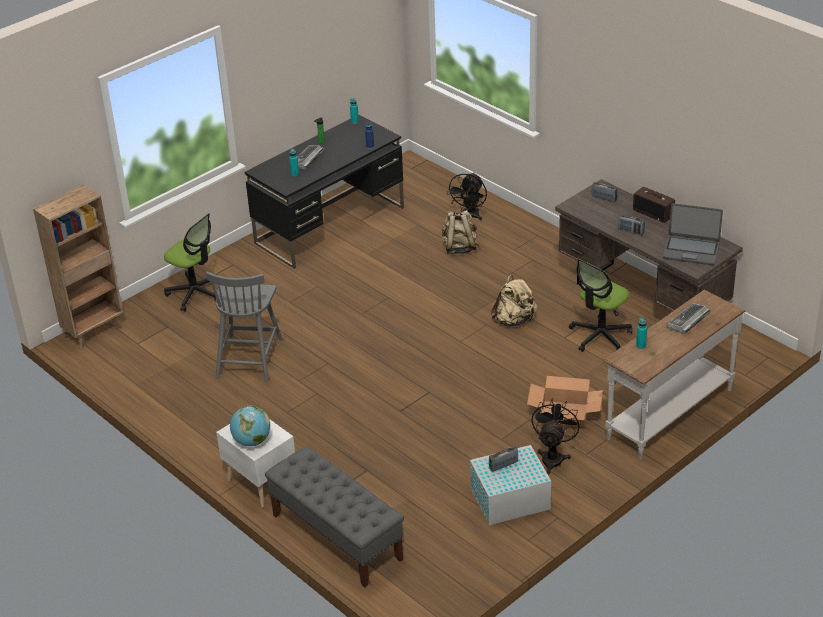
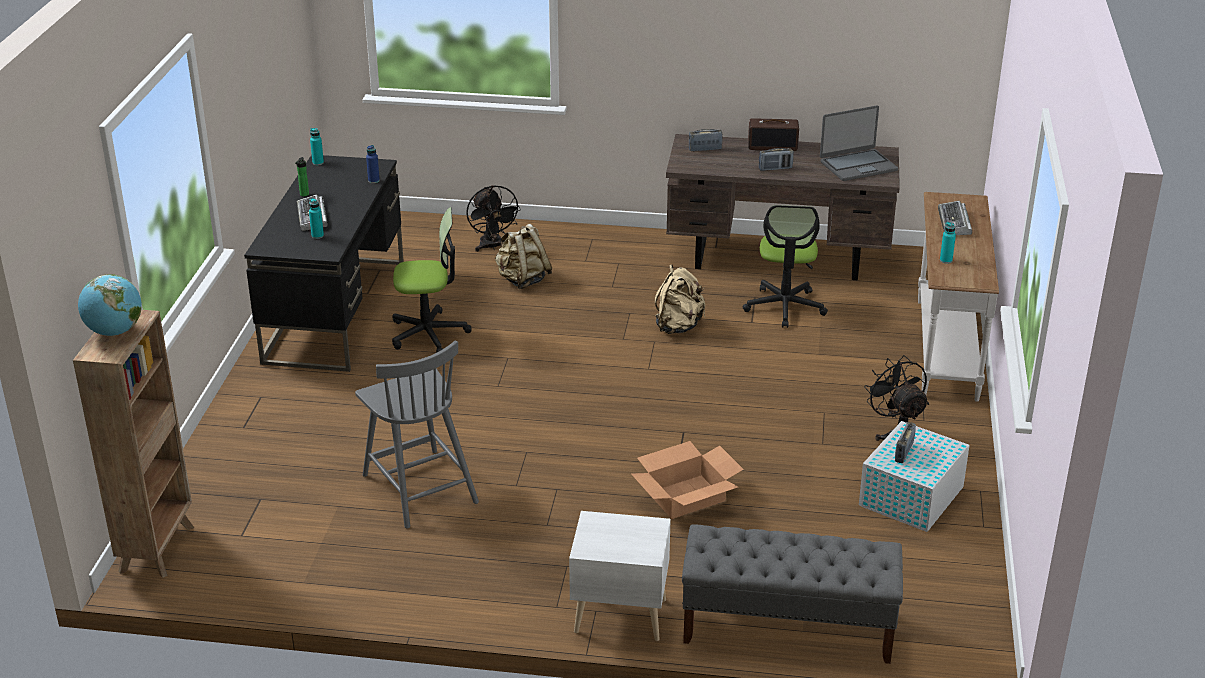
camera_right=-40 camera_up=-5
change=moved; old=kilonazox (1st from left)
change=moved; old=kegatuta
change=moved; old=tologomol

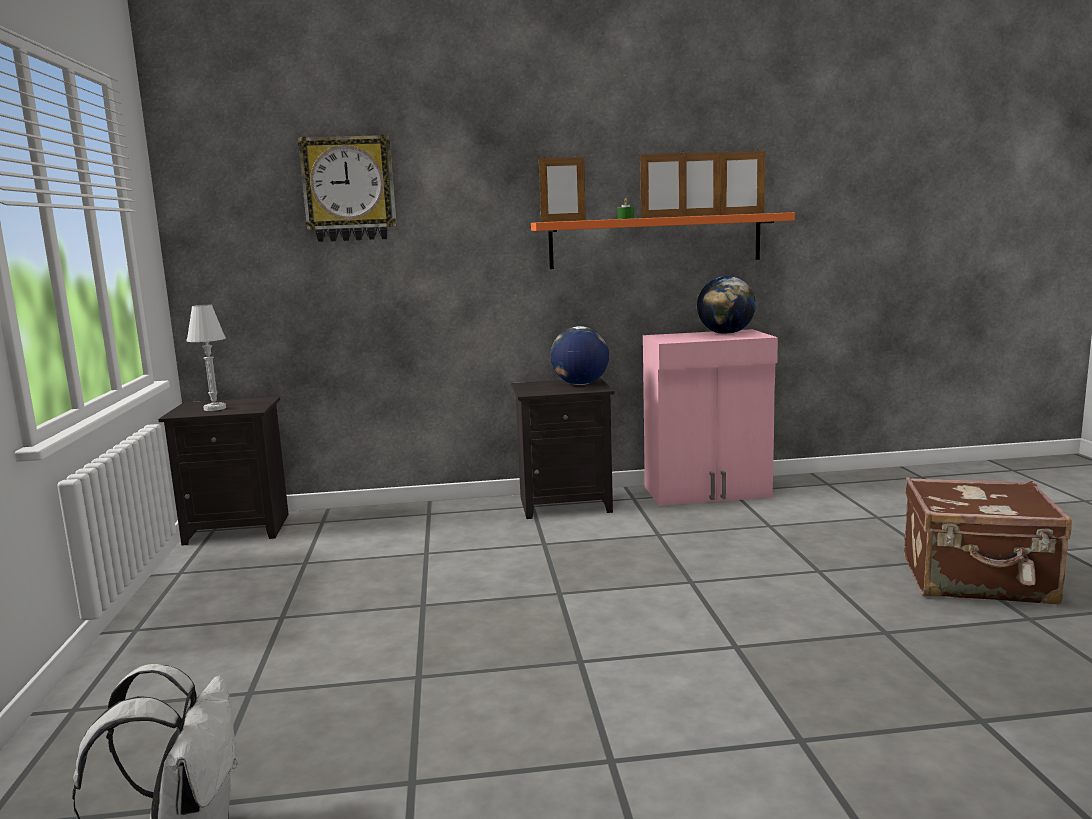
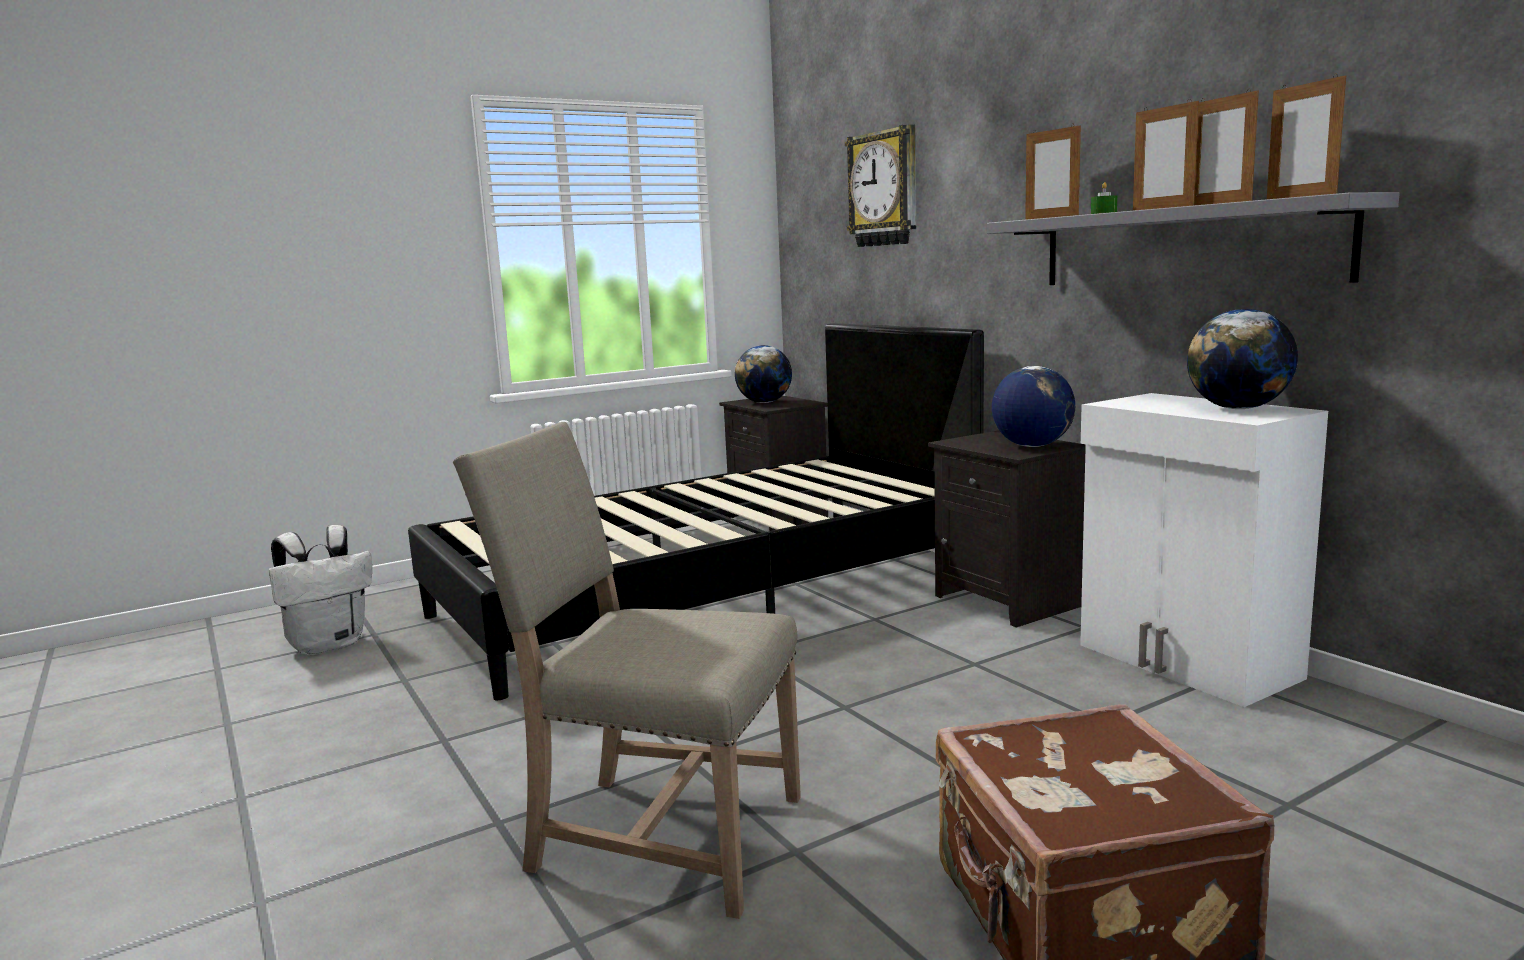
camera_right=65 camera_up=0
change=recoloured; old=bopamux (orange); new=bopamux (grey)
change=replaced; old=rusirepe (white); new=tologomol (1st from left)
change=recoloured; old=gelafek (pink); new=gelafek (white)
change=added; new=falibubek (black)
change=added; new=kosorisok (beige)

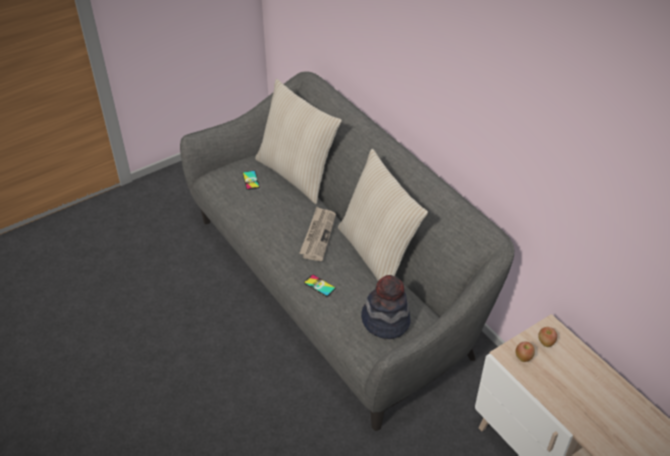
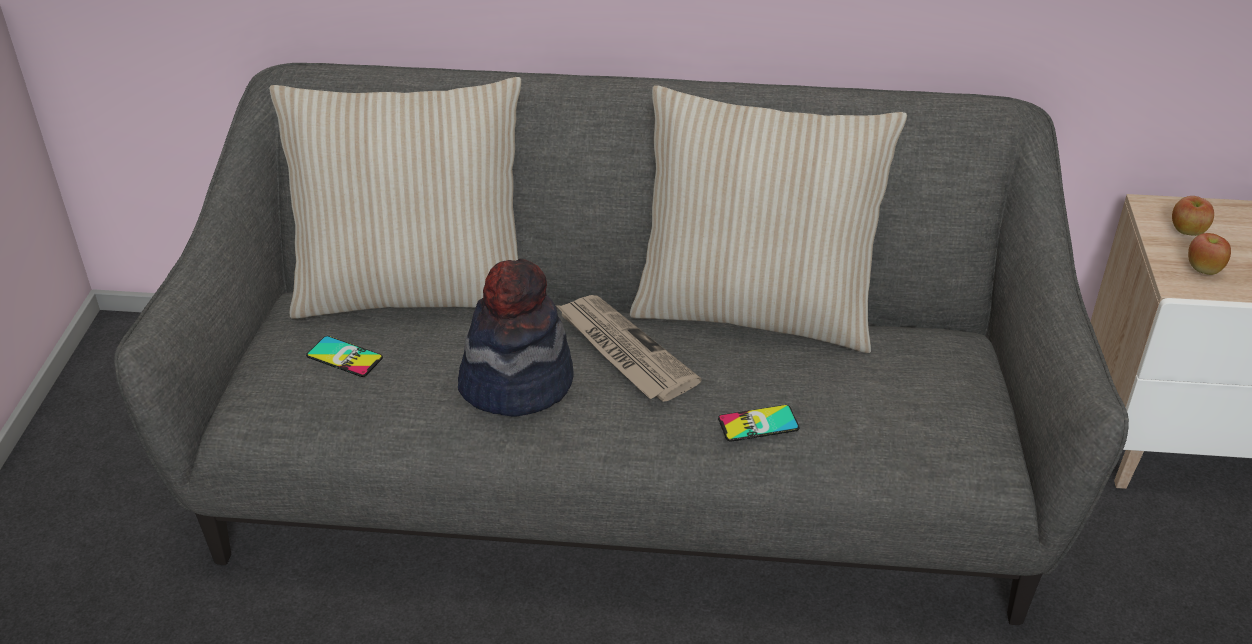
camera_right=-50 camera_up=-5
change=moved; old=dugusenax

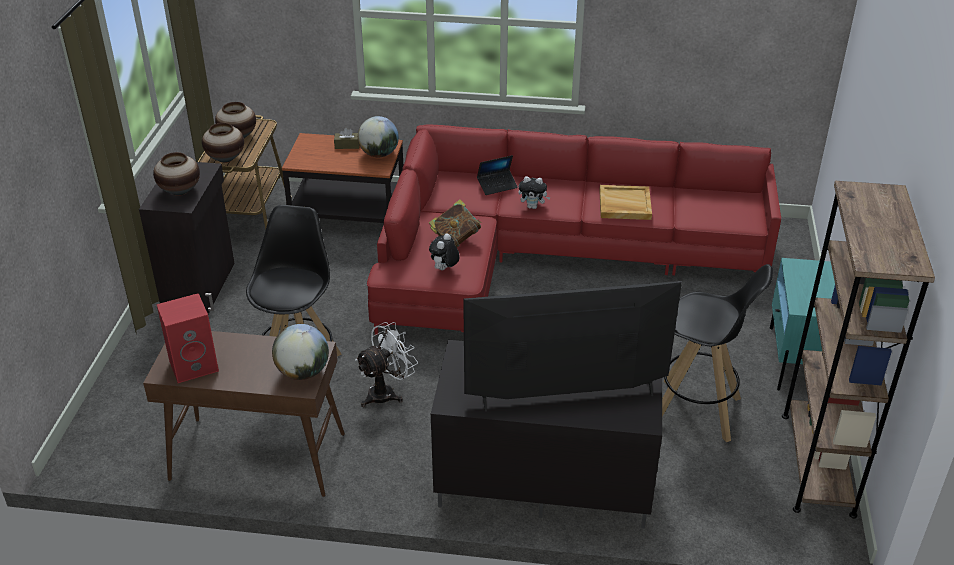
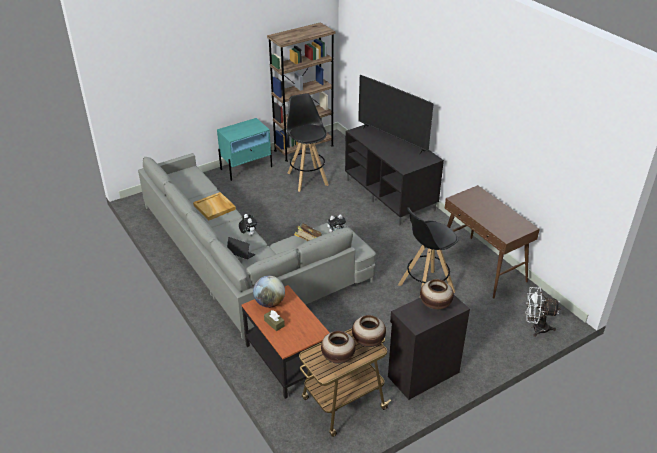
camera_right=-130 camera_up=0
change=recoloured; old=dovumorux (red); new=dovumorux (grey)
change=removed; old=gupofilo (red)
change=moved; old=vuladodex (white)
change=removed; old=tologomol (1st from left)

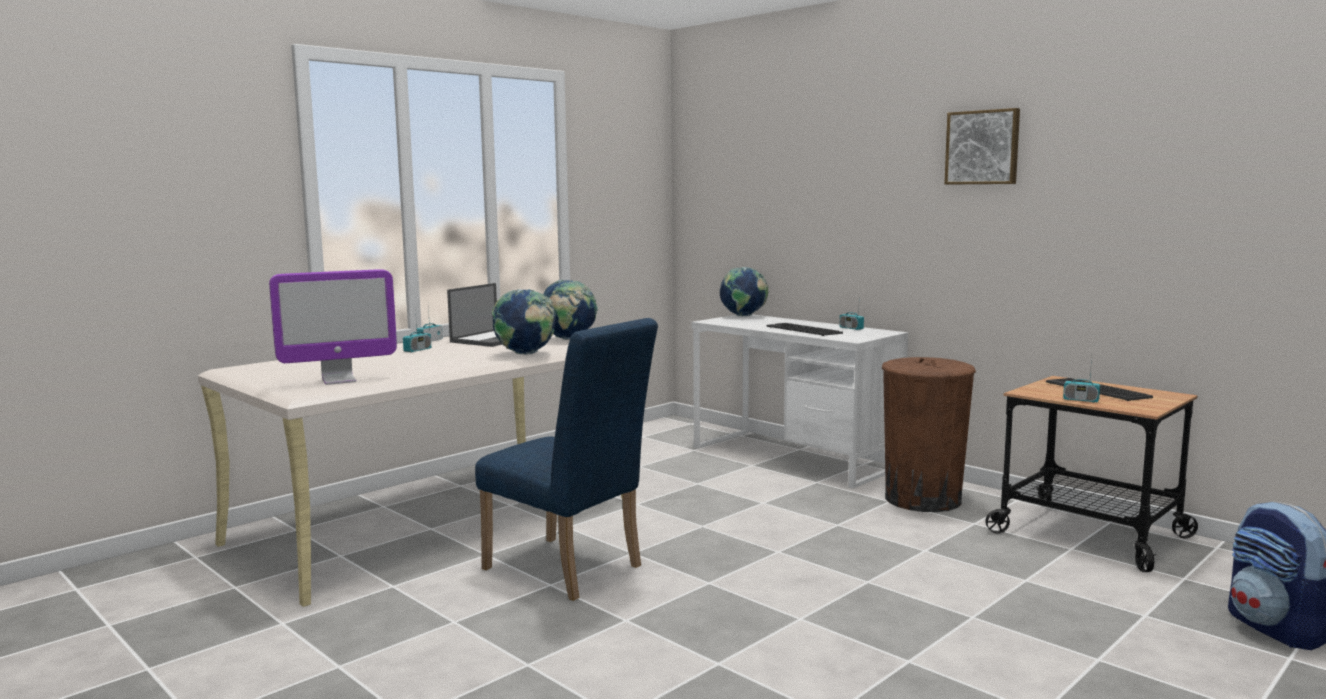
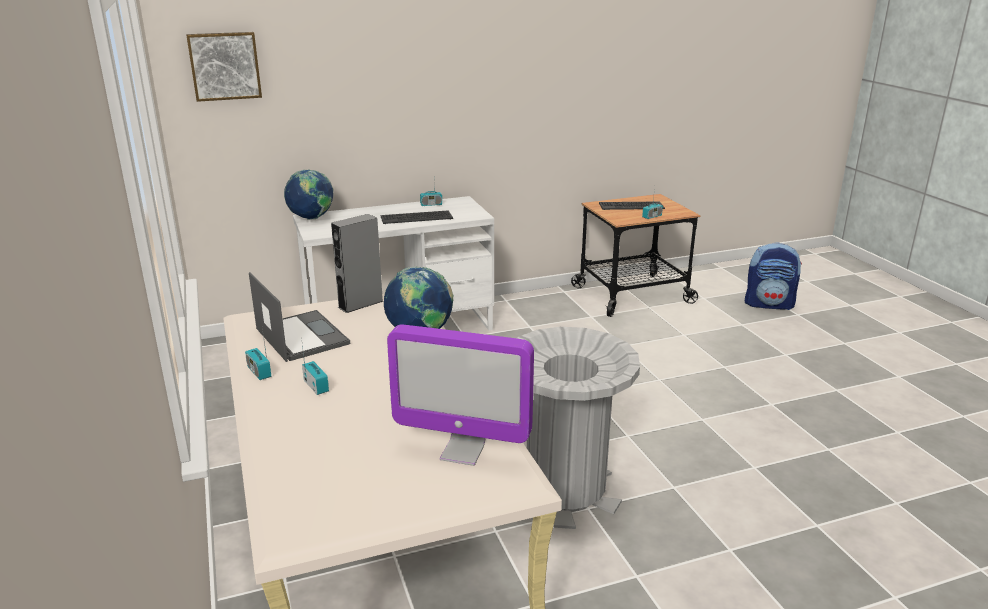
camera_right=-65 camera_up=15
change=moved; old=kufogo
change=turned; old=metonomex; degrees=105
change=replaced; old=tologomol (2nd from left); new=gupofilo (grey)
change=replaced; old=kosorisok (blue); new=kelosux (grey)
change=removed; old=kelosux (brown)

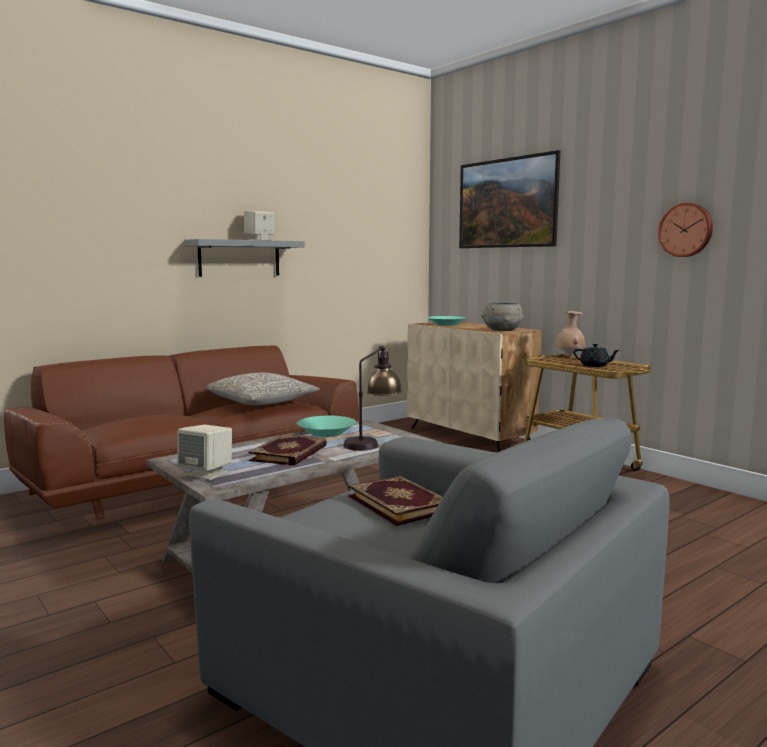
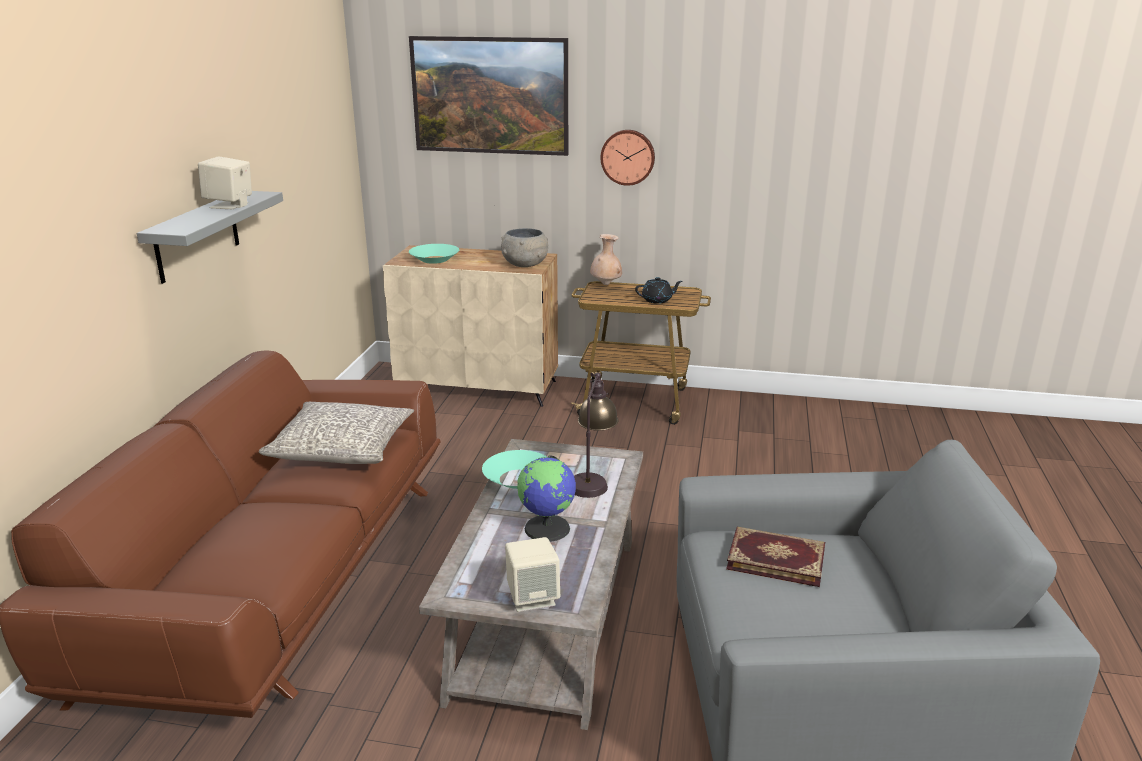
camera_right=-40 camera_up=15
change=moved; old=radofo
change=replaced; old=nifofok (1st from left); new=tologomol

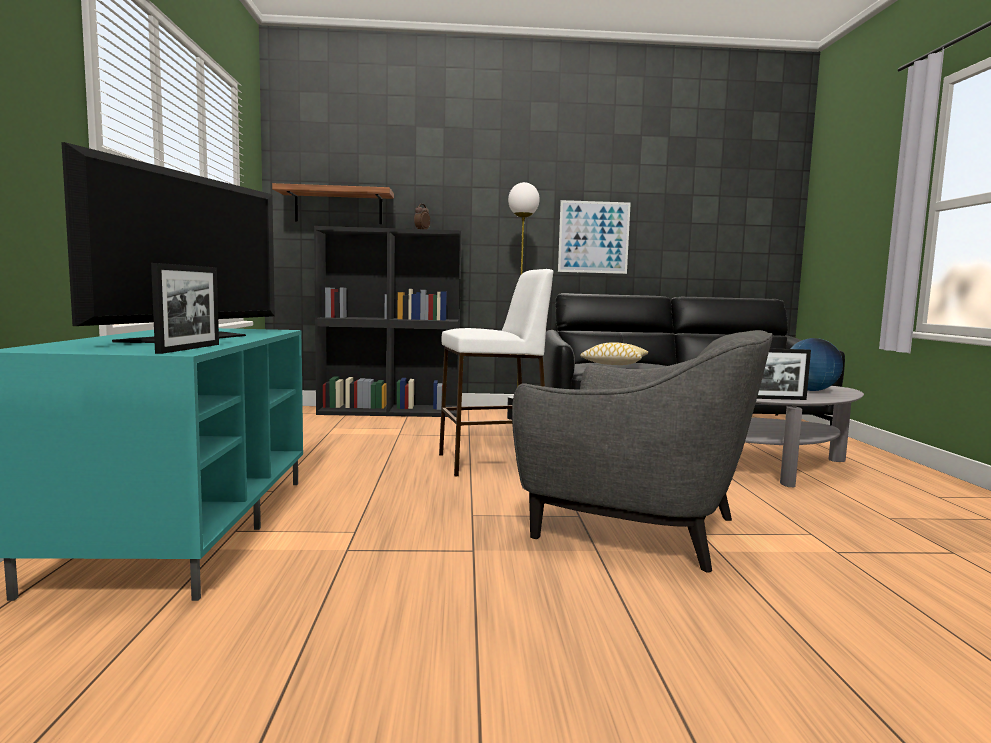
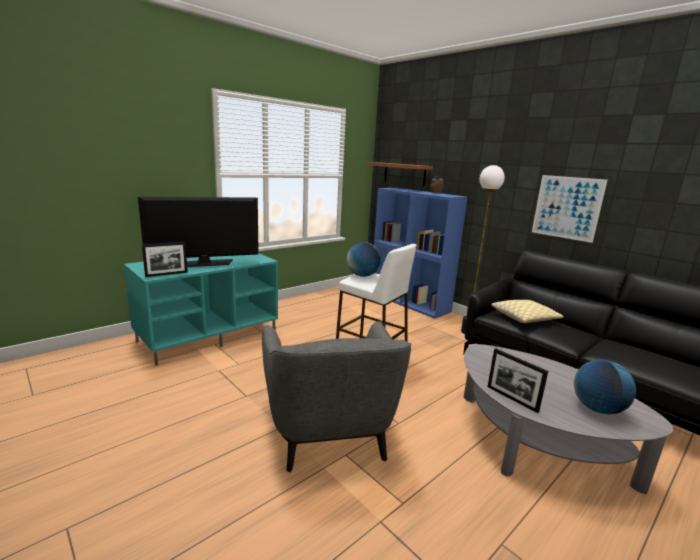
camera_right=50 camera_up=10
change=recoloured; old=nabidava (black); new=nabidava (blue)
change=added; new=tologomol (1st from left)

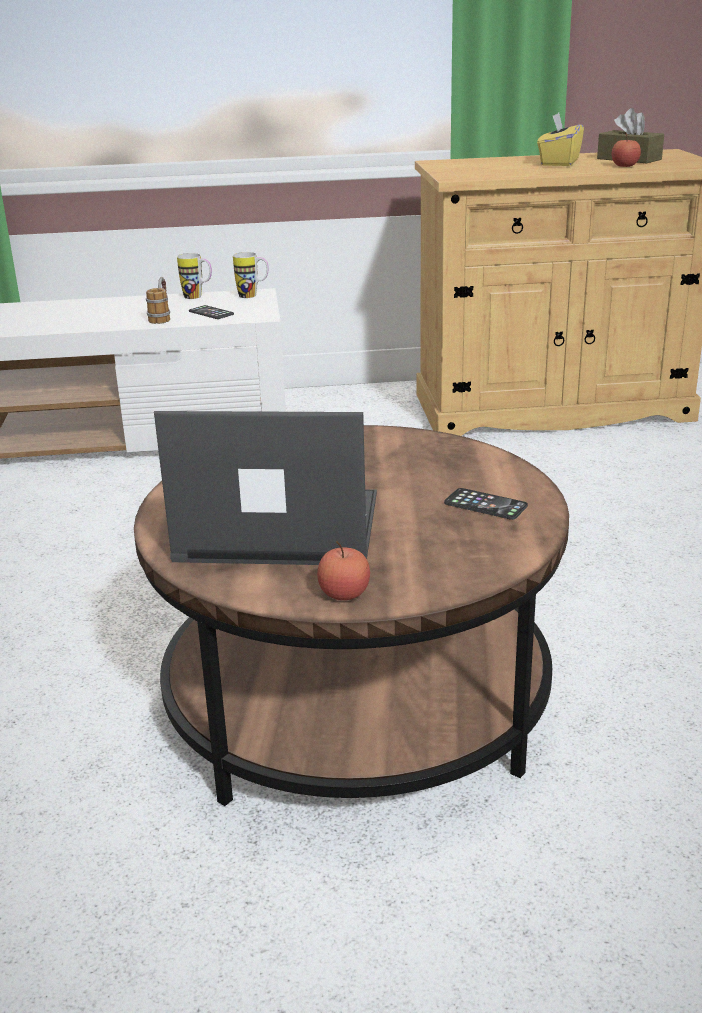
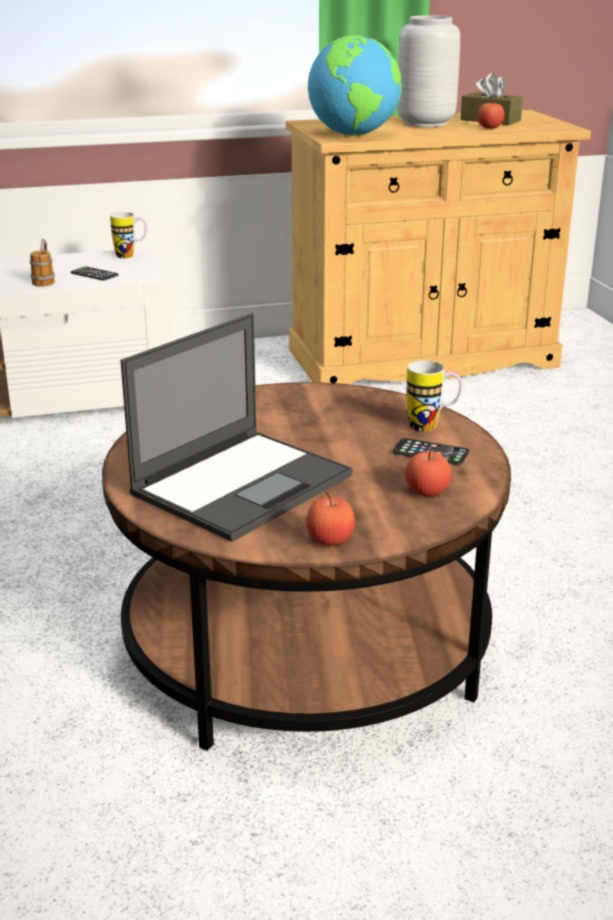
camera_right=-10 camera_up=0
change=replaced; old=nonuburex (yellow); new=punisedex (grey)
change=moved; old=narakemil (2nd from left in the first image); new=narakemil (3rd from left)
change=turned; old=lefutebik; degrees=135
change=added; new=tologomol
change=added; new=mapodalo (2nd from left)

